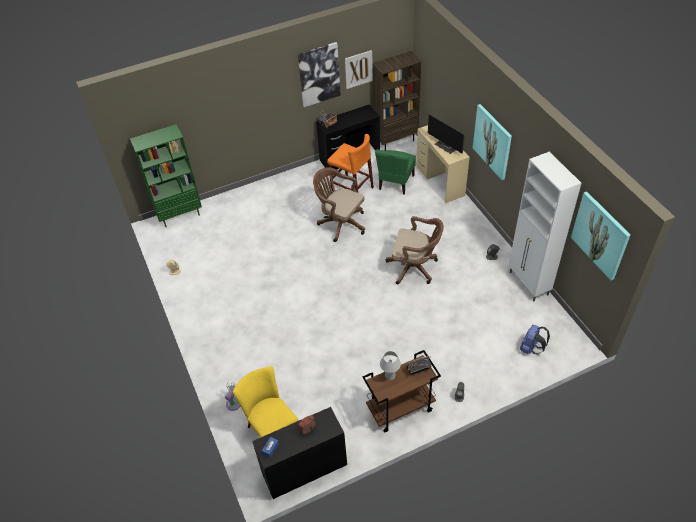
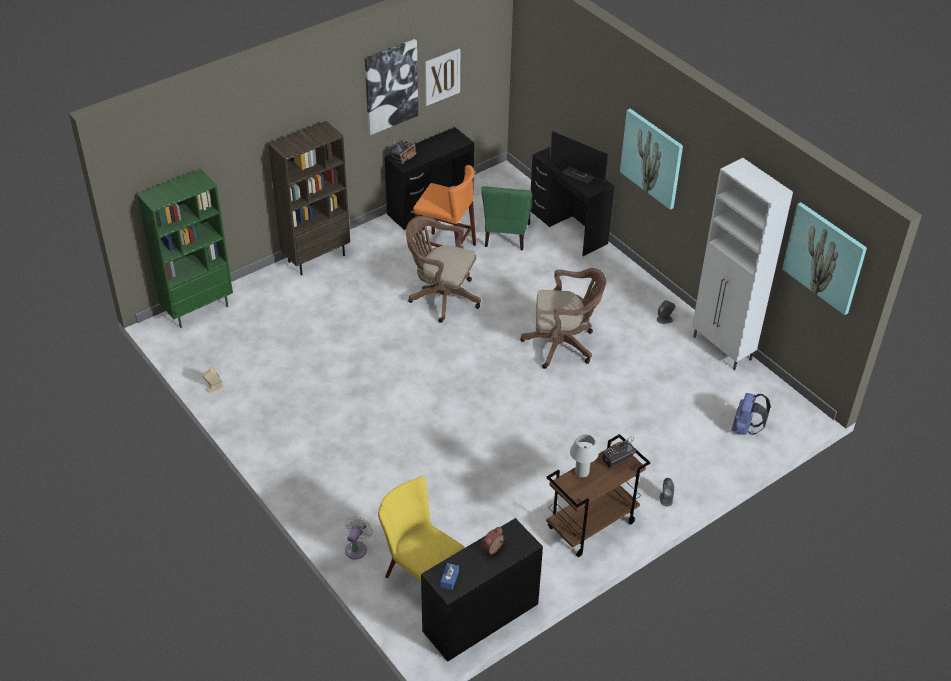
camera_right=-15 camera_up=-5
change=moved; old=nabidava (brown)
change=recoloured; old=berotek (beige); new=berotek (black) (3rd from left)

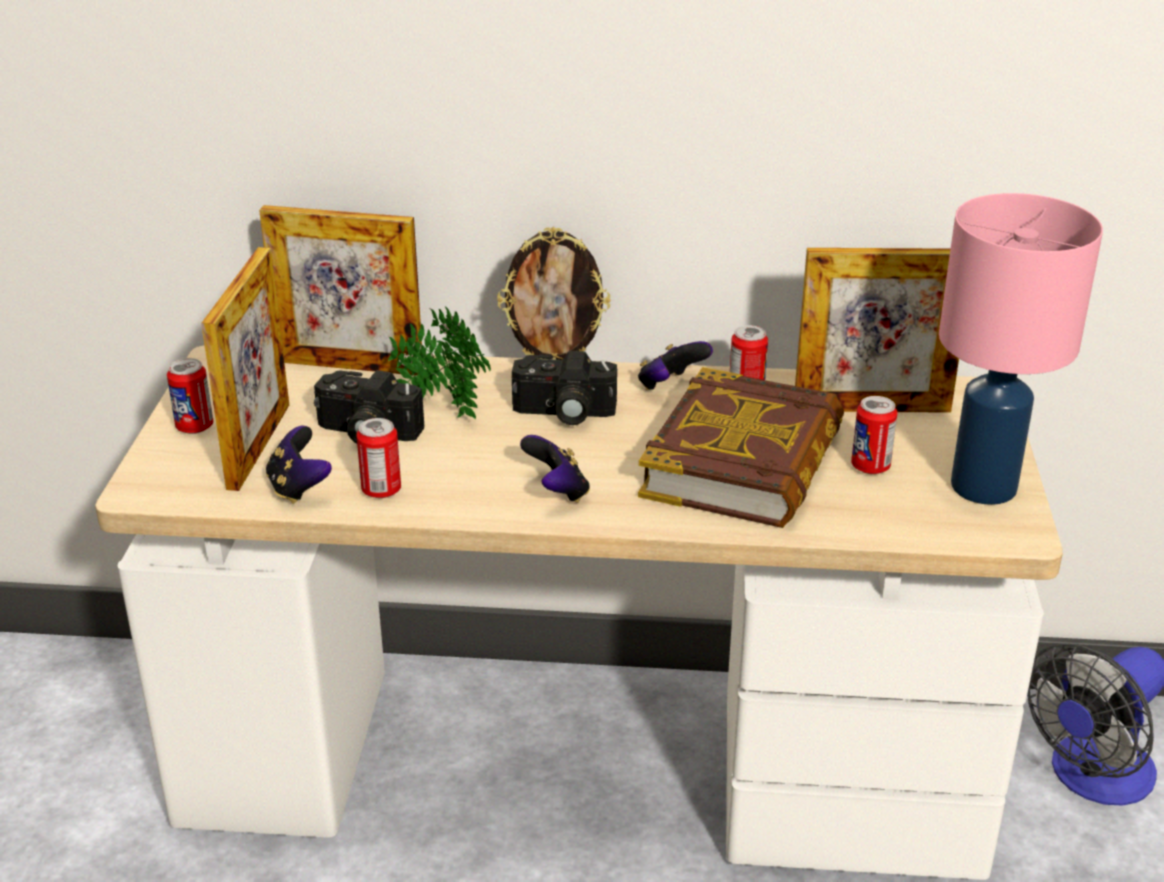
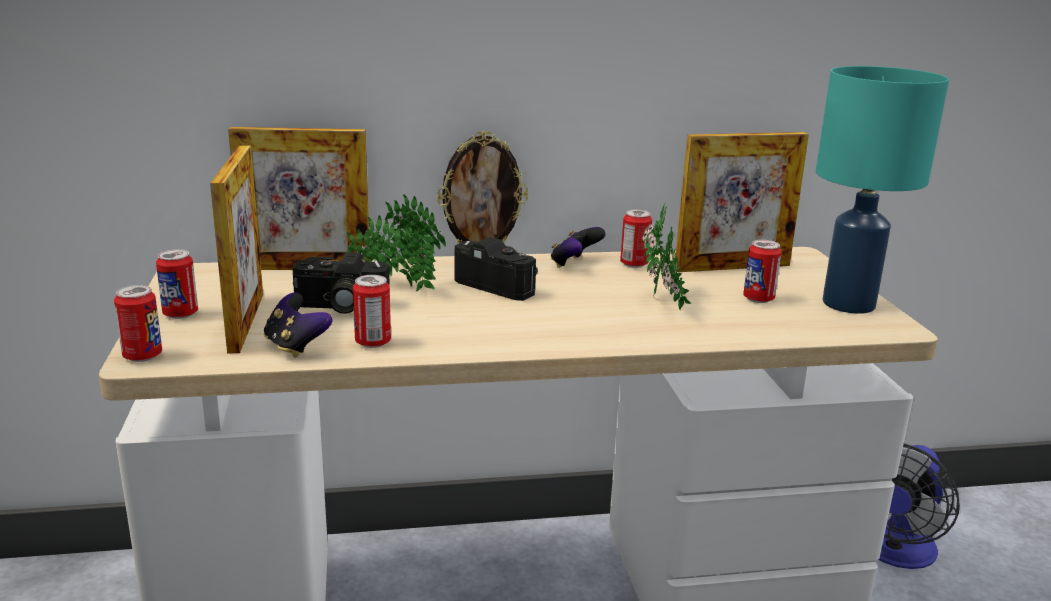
camera_right=-15 camera_up=-10
change=recoloured; old=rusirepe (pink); new=rusirepe (turquoise)
change=turned; old=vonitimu (2nd from left); degrees=-135
change=replaced; old=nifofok; new=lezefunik (2nd from left)
change=removed; old=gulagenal (2nd from left)
change=added; new=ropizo (1st from left)

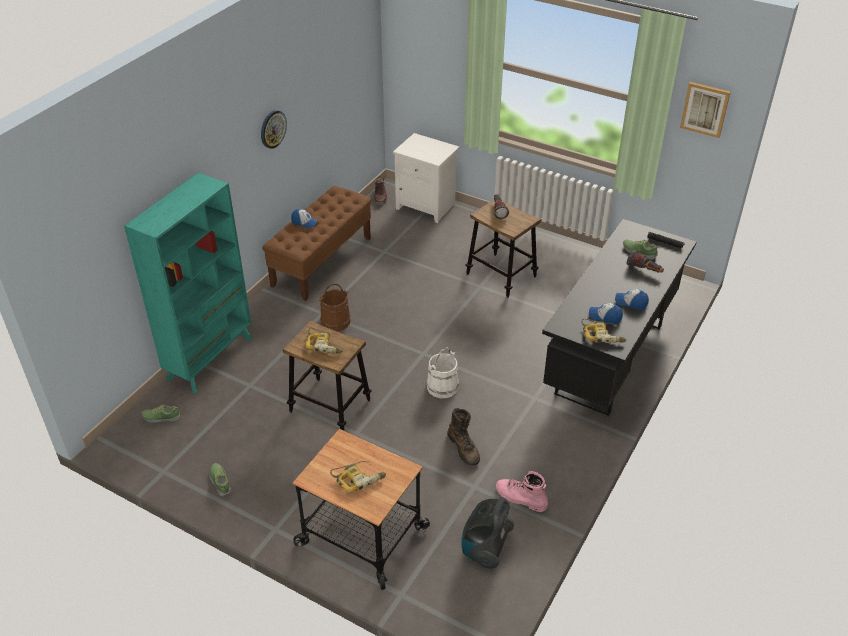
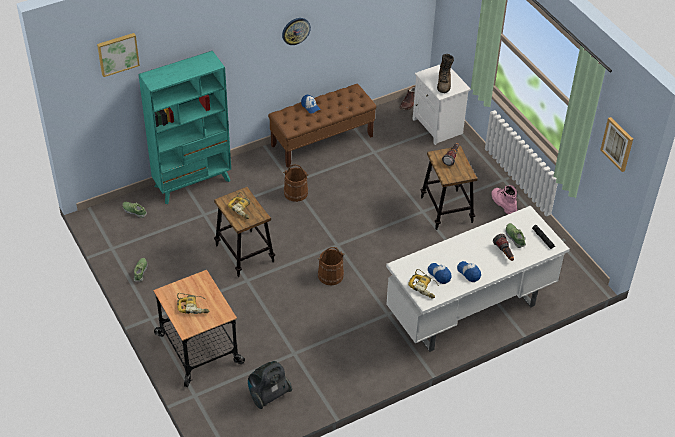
camera_right=30 camera_up=5
change=recoloured; old=berotek (black); new=berotek (white)
change=recoloured; old=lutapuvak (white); new=lutapuvak (brown) (2nd from left)
change=moved; old=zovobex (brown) (2nd from left)
change=moved; old=zovobex (pink)
change=added; new=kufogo (1st from left)

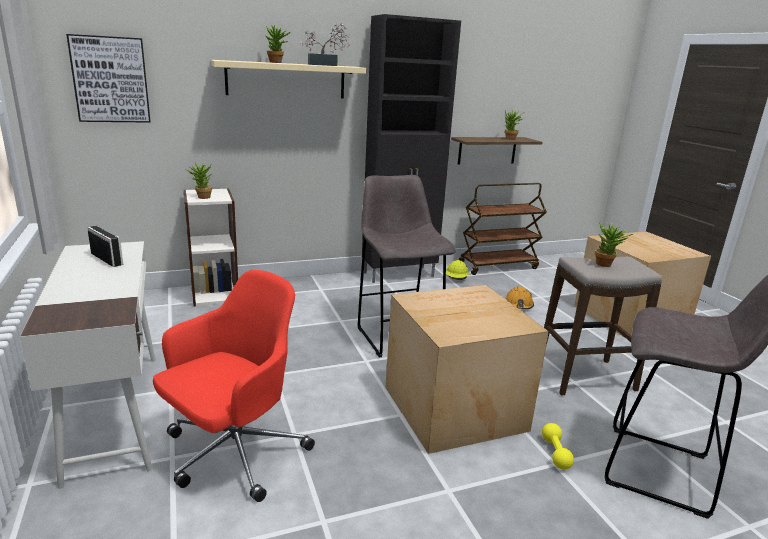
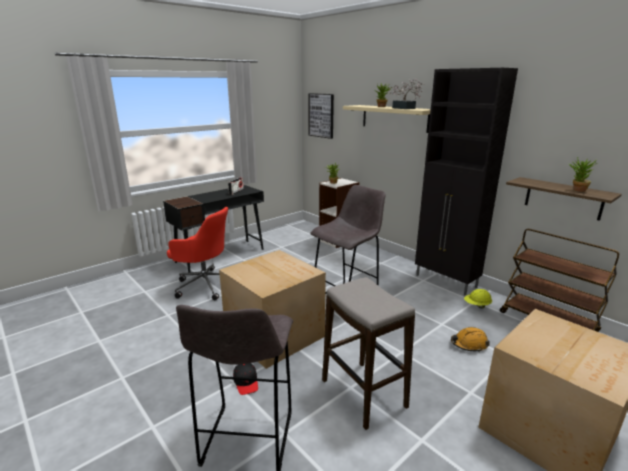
camera_right=70 camera_up=0
change=removed; old=lezefunik (5th from left)
change=recoloured; old=berotek (white); new=berotek (black)
change=replaced; old=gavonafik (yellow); new=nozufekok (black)

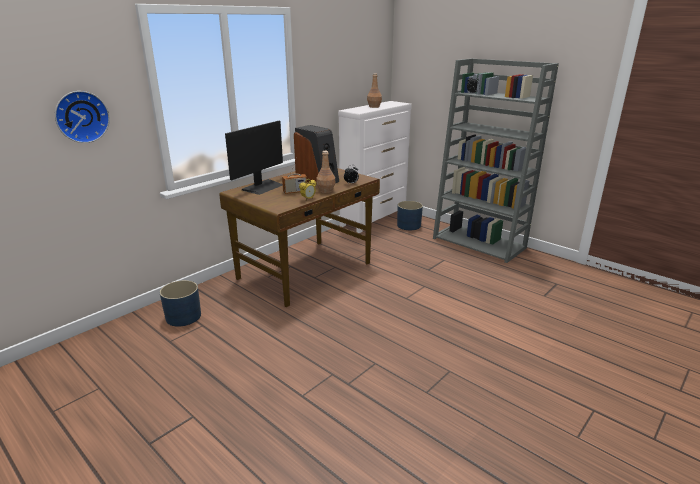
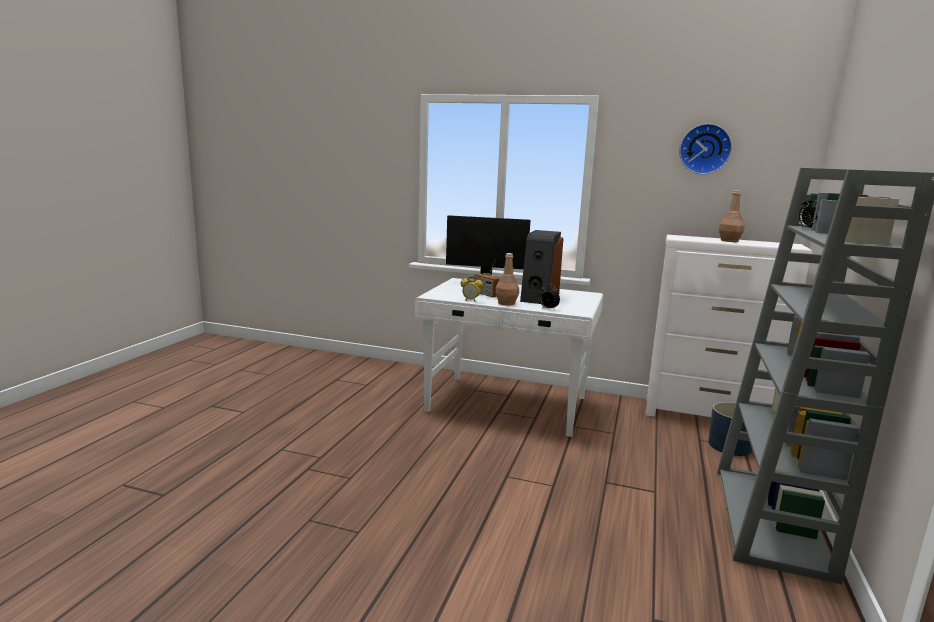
camera_right=65 camera_up=-10
change=moved; old=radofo
change=recoloured; old=berotek (brown); new=berotek (white)
change=removed; old=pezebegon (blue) (1st from left)

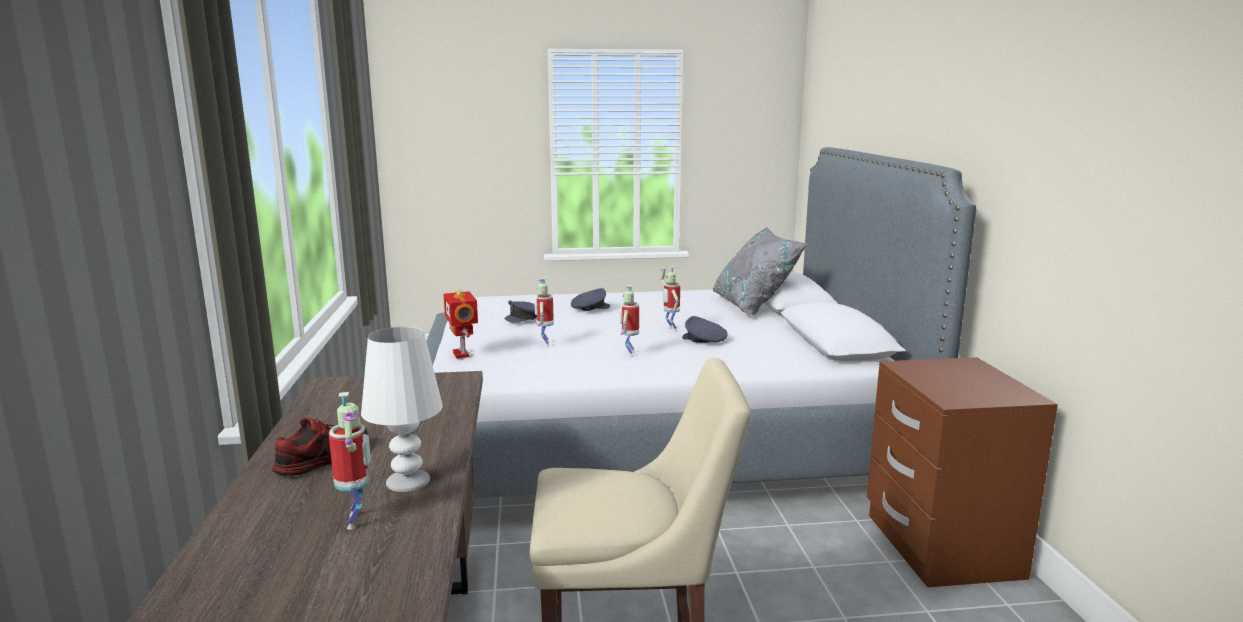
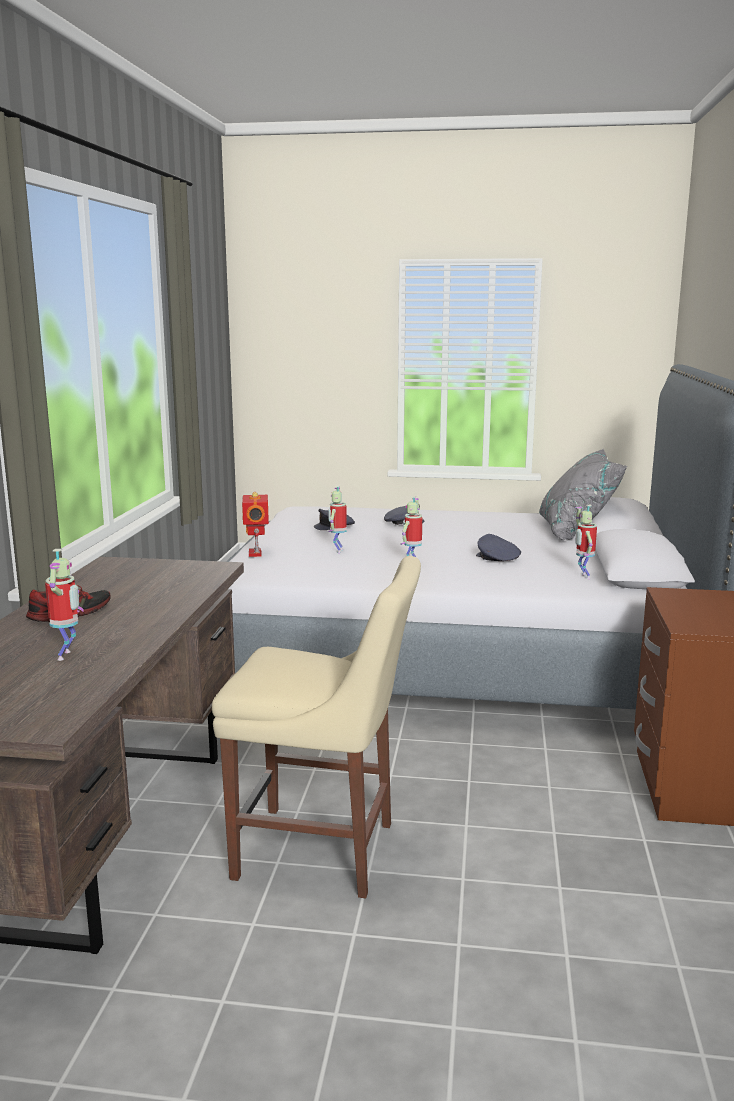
camera_right=15 camera_up=0
change=moved; old=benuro (5th from left)
change=removed; old=rusirepe (white)

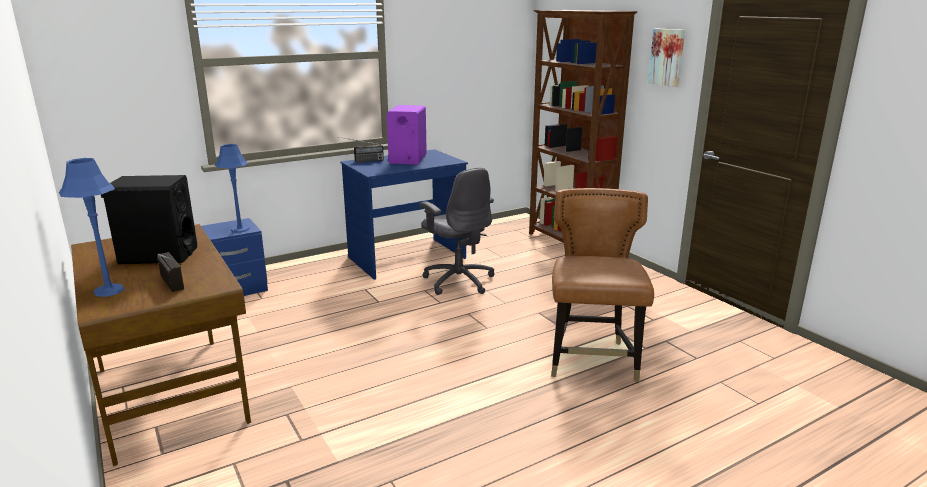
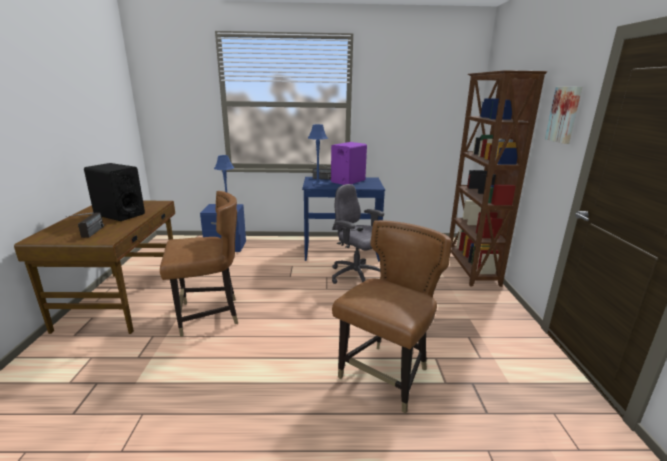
camera_right=30 camera_up=0
change=moved; old=rusirepe (blue) (1st from left in the first image); new=rusirepe (blue) (2nd from left)
change=turned; old=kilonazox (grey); degrees=135
change=added; new=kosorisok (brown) (1st from left)

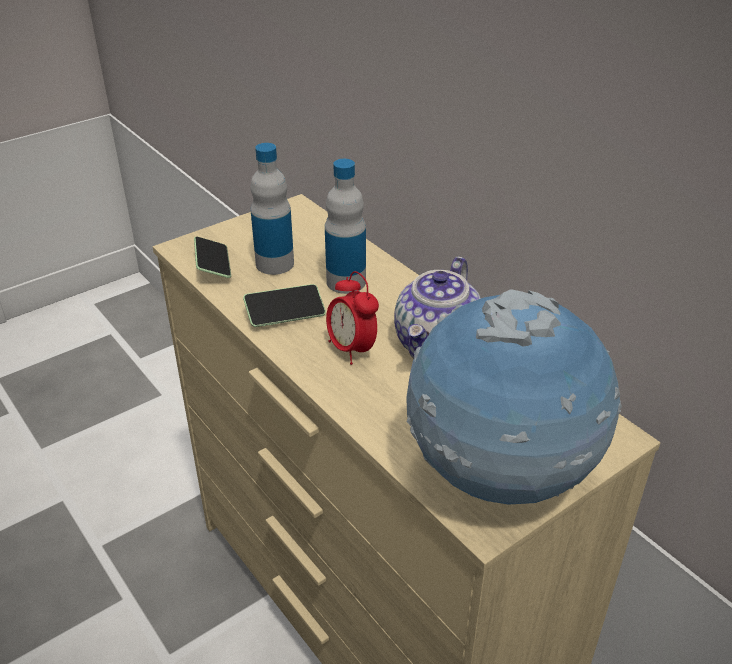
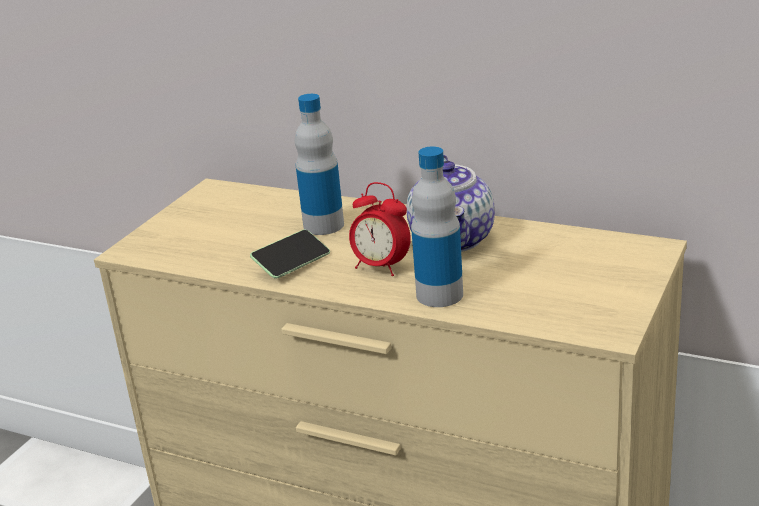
camera_right=-25 camera_up=-10
change=moved; old=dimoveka (1st from left in the first image); new=dimoveka (2nd from left)
change=removed; old=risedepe (1st from left)
change=removed; old=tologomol

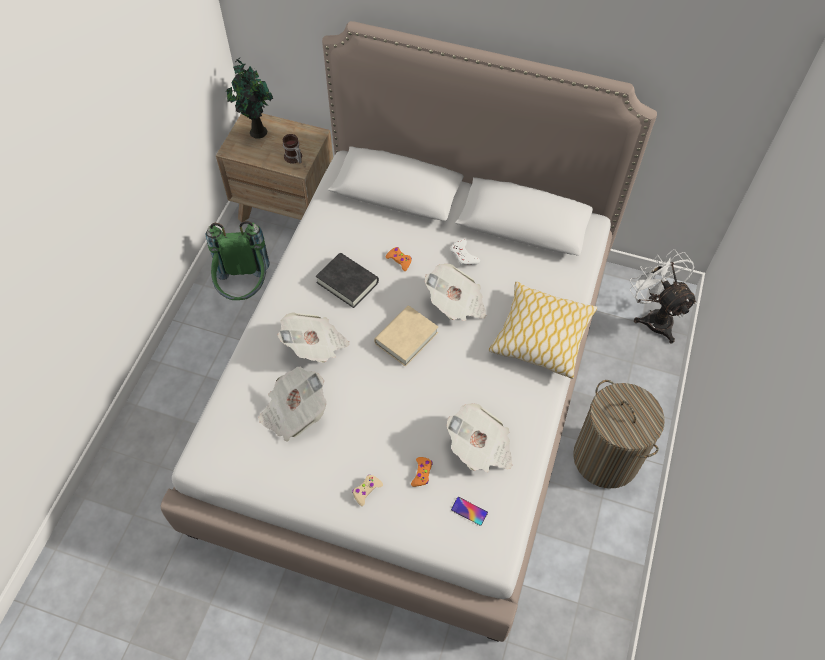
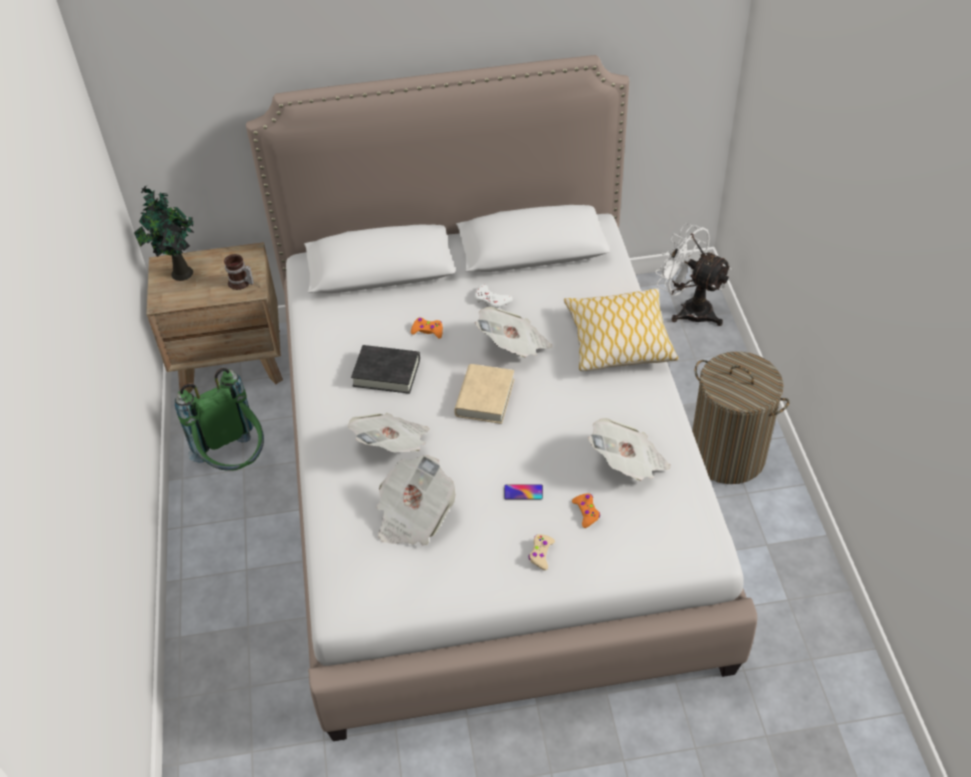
camera_right=-25 camera_up=-10
change=moved; old=risedepe

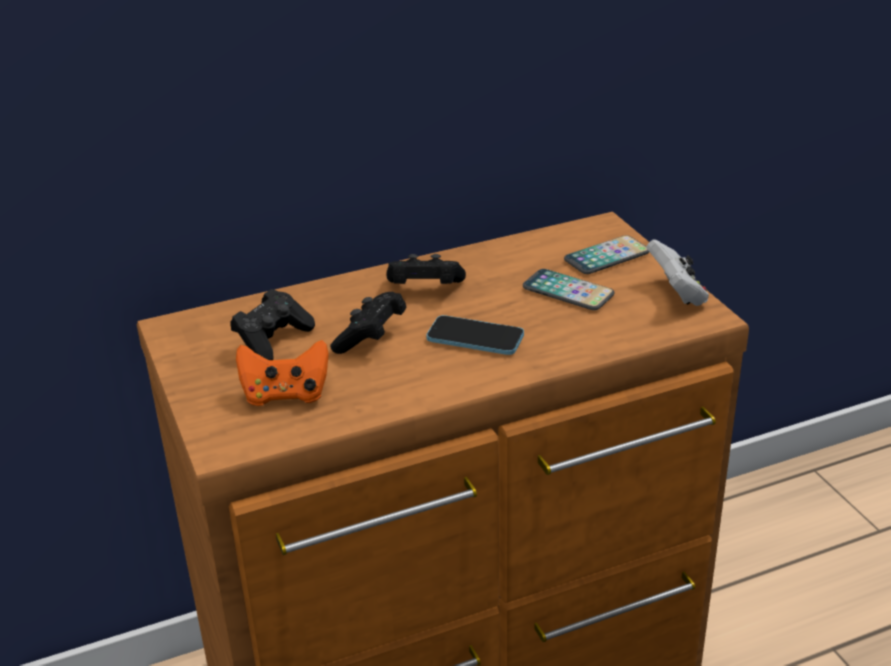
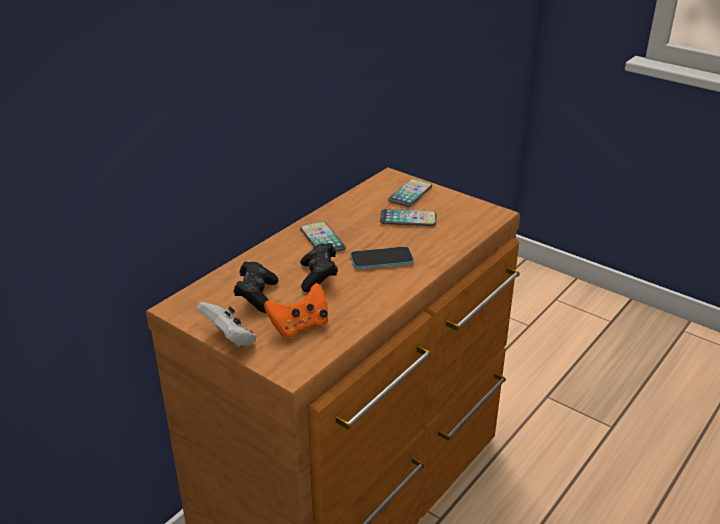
camera_right=-30 camera_up=0
change=moved; old=gulagenal (white)
change=replaced; old=gulagenal (black) (3rd from left); new=risedepe (1st from left)

